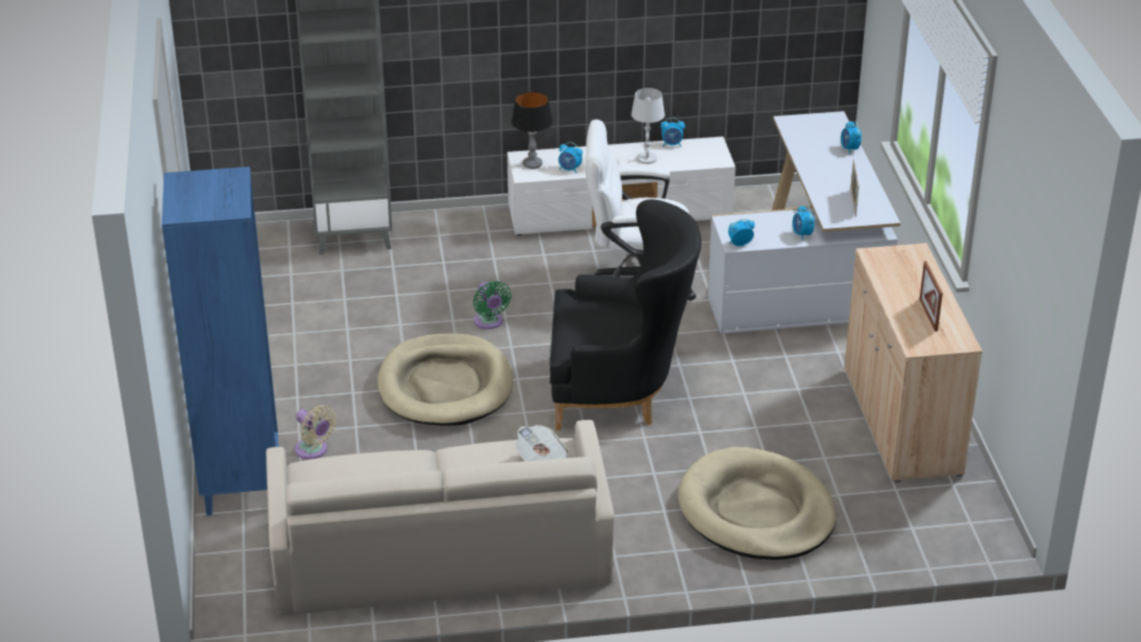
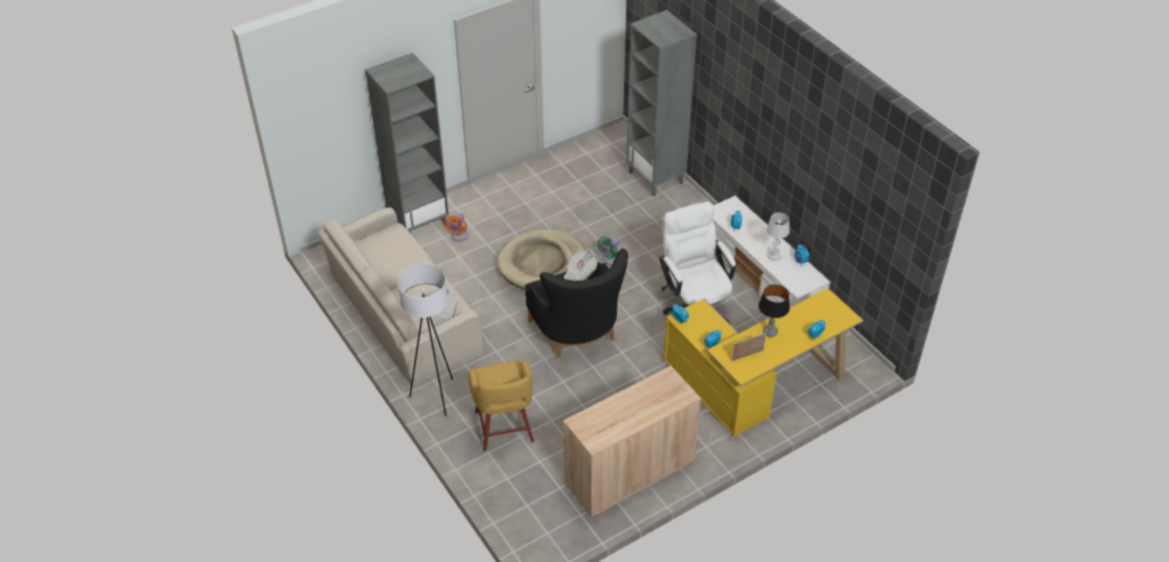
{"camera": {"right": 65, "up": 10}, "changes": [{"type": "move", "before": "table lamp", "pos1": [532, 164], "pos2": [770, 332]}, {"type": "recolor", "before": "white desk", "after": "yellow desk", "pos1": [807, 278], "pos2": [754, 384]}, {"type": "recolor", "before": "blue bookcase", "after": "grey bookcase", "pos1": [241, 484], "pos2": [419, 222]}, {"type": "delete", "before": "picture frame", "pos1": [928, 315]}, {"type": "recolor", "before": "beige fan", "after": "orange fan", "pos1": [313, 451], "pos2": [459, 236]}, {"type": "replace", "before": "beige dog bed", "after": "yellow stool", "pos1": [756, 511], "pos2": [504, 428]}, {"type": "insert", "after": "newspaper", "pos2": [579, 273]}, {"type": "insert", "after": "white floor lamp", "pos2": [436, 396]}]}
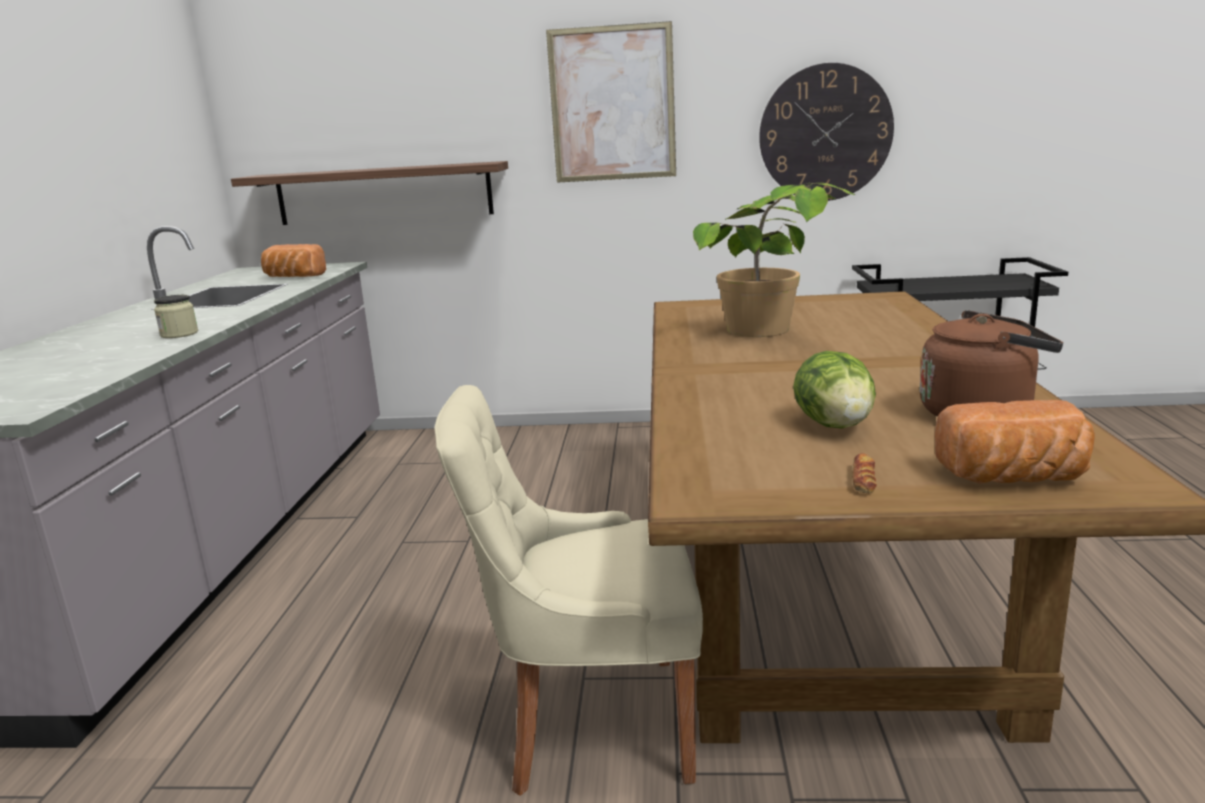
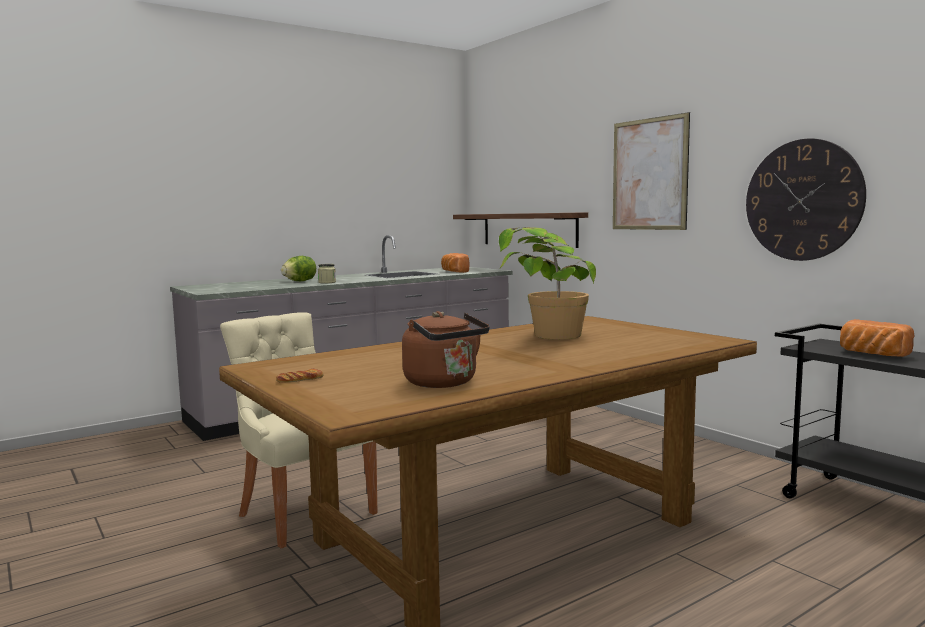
{"camera": {"right": 50, "up": -10}, "changes": [{"type": "move", "before": "lettuce", "pos1": [835, 425], "pos2": [299, 281]}, {"type": "move", "before": "bread", "pos1": [1014, 479], "pos2": [871, 354]}]}
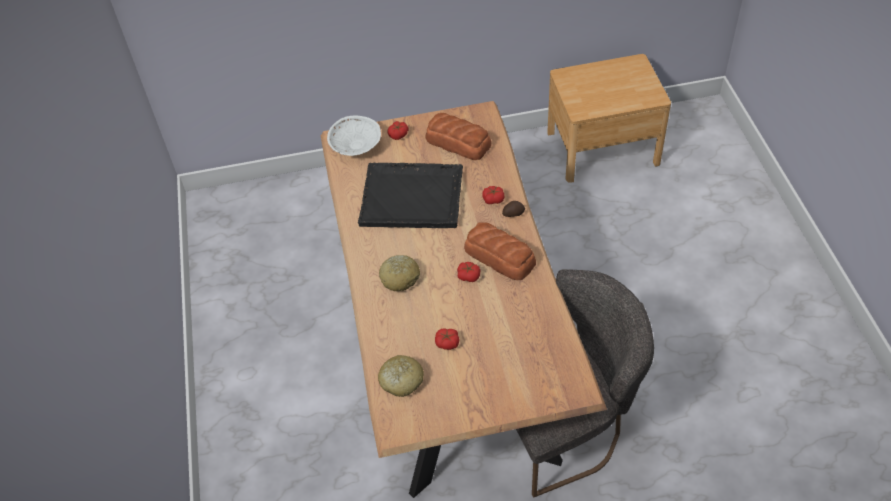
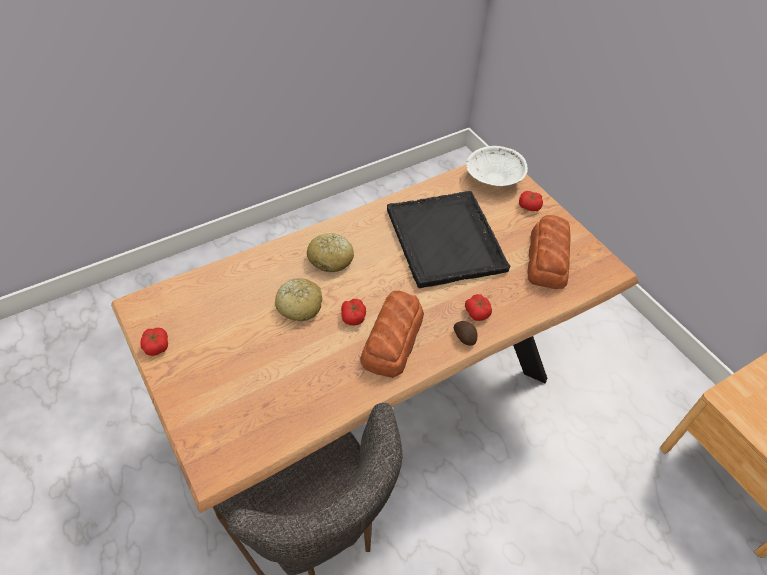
{"camera": {"right": 65, "up": 0}, "changes": [{"type": "move", "before": "tomato", "pos1": [447, 343], "pos2": [156, 346]}, {"type": "move", "before": "bread", "pos1": [401, 380], "pos2": [299, 305]}]}
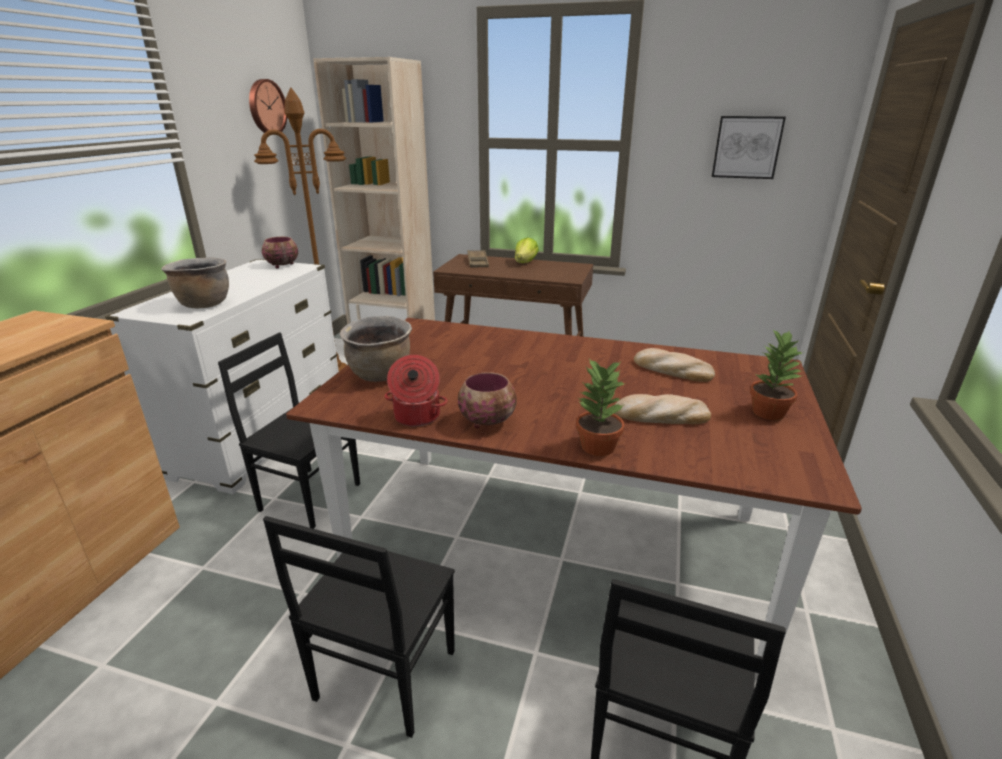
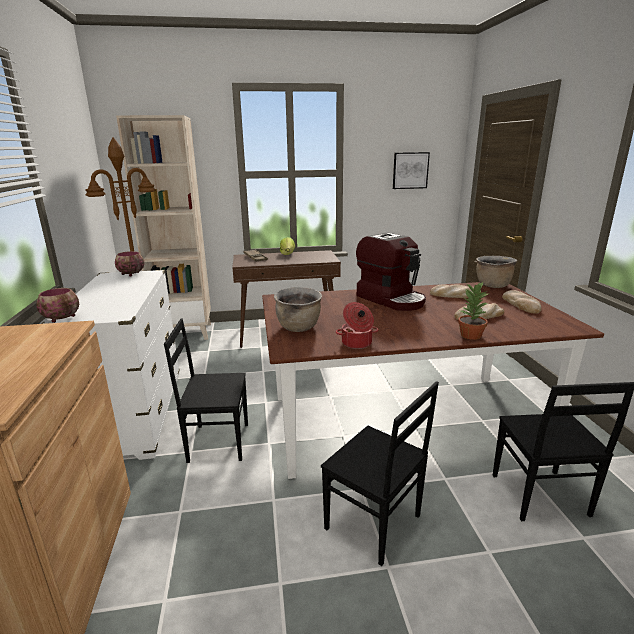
{"camera": {"right": -25, "up": -5}, "changes": [{"type": "delete", "before": "wall clock", "pos1": [266, 107]}, {"type": "move", "before": "brown cooking pot", "pos1": [204, 304], "pos2": [492, 285]}, {"type": "replace", "before": "potted plant", "after": "bread", "pos1": [768, 412], "pos2": [521, 305]}, {"type": "move", "before": "bowl", "pos1": [488, 421], "pos2": [63, 318]}, {"type": "rotate", "before": "black chair", "pos1": [383, 676], "pos2": [373, 524], "turn": -45}, {"type": "insert", "after": "coffee machine", "pos2": [391, 299]}]}
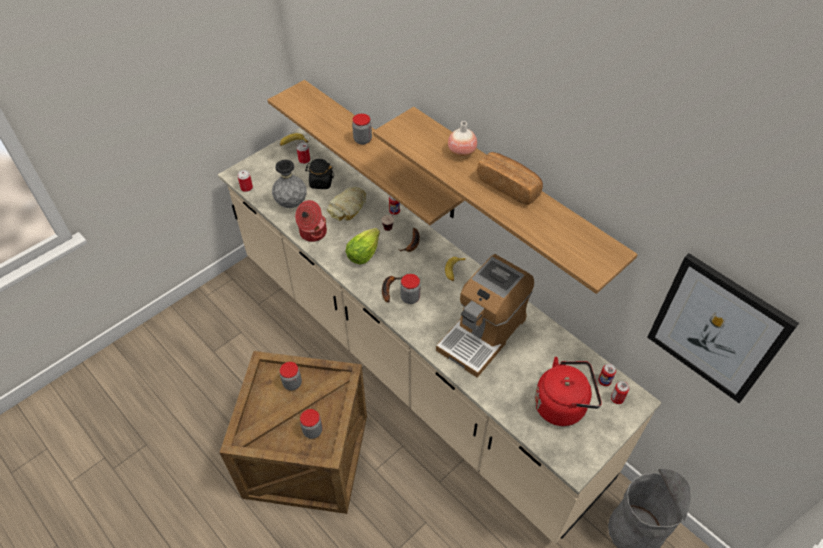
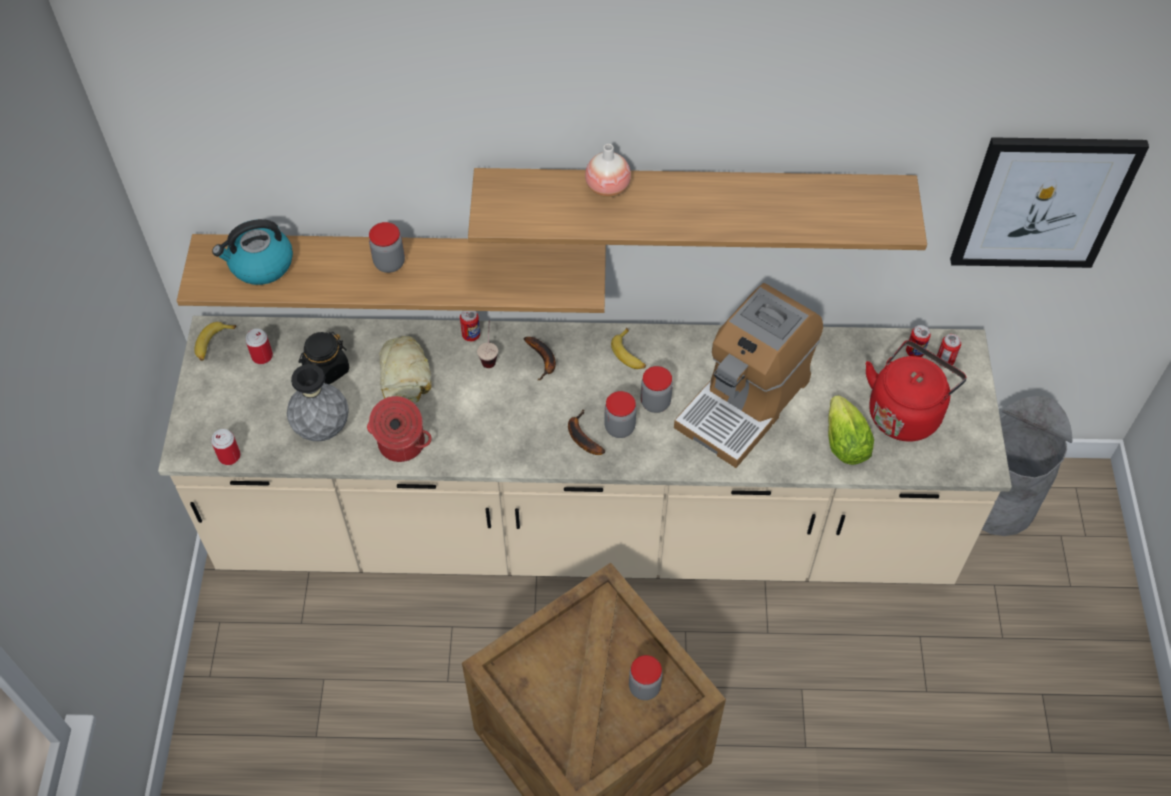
{"camera": {"right": -45, "up": 5}, "changes": [{"type": "delete", "before": "bread", "pos1": [509, 186]}, {"type": "move", "before": "lettuce", "pos1": [363, 254], "pos2": [844, 444]}, {"type": "rotate", "before": "coffee machine", "pos1": [483, 333], "pos2": [744, 402], "turn": 45}, {"type": "move", "before": "jar", "pos1": [292, 383], "pos2": [655, 402]}, {"type": "insert", "after": "kettle", "pos2": [260, 265]}]}
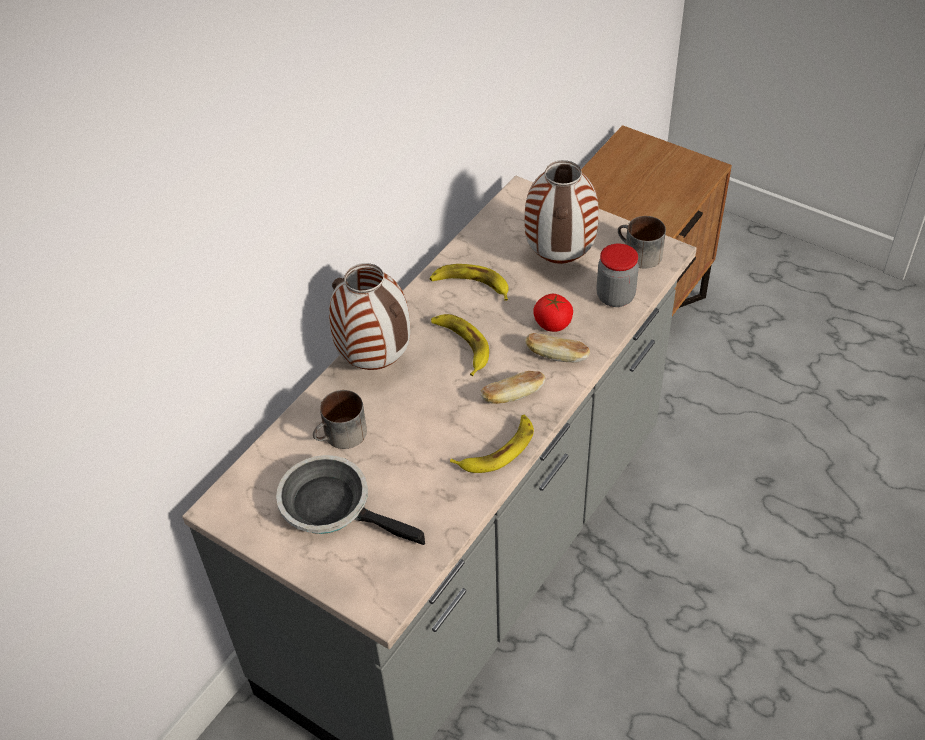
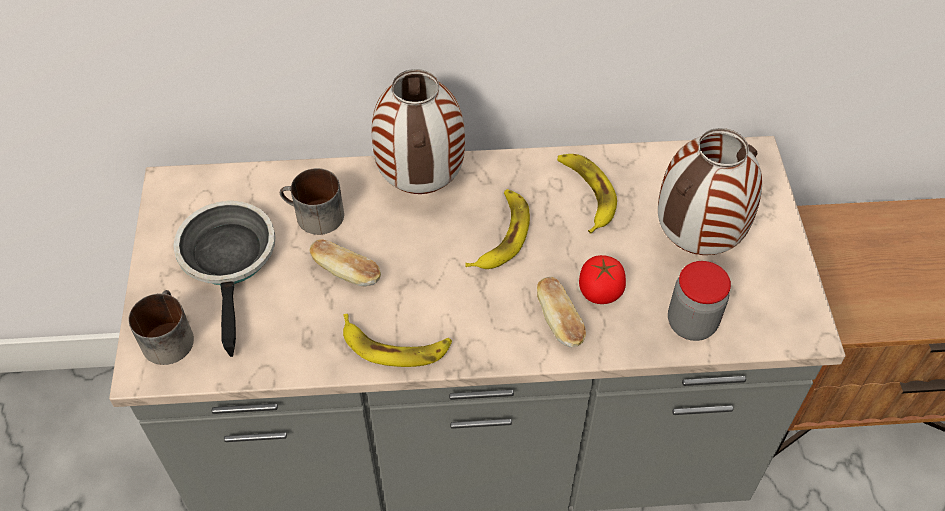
{"camera": {"right": 50, "up": 5}, "changes": [{"type": "move", "before": "mug", "pos1": [637, 254], "pos2": [166, 336]}, {"type": "move", "before": "bread", "pos1": [512, 396], "pos2": [346, 272]}]}
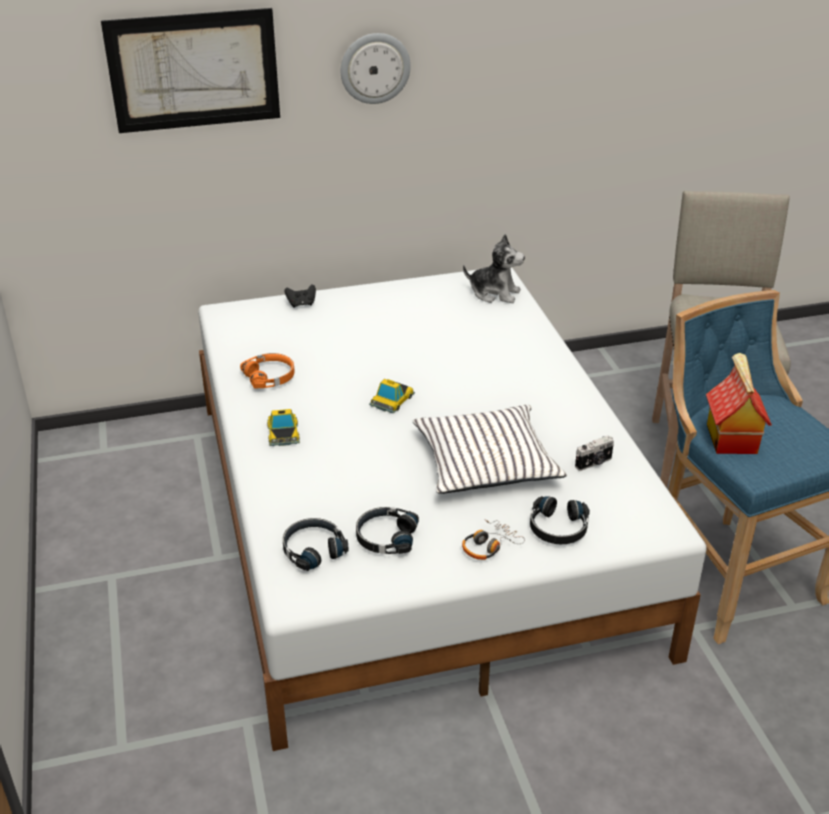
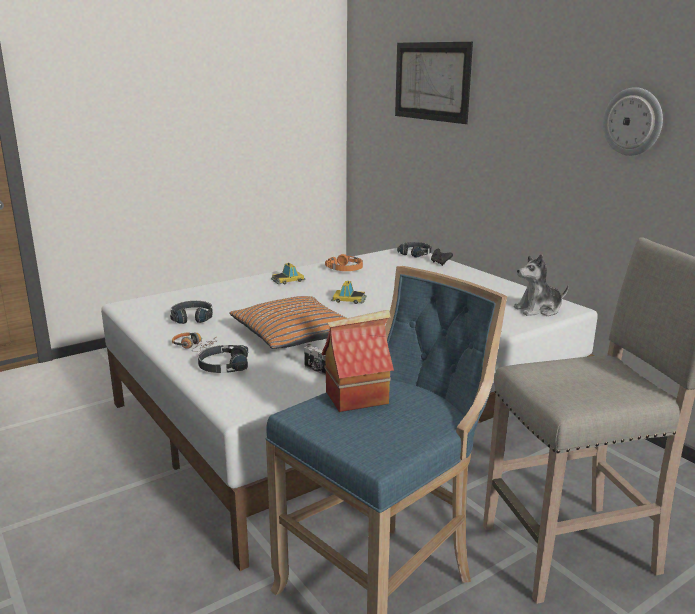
{"camera": {"right": 70, "up": -15}, "changes": [{"type": "move", "before": "wall clock", "pos1": [375, 68], "pos2": [633, 121]}, {"type": "rotate", "before": "plush toy", "pos1": [494, 293], "pos2": [538, 310], "turn": 75}, {"type": "recolor", "before": "white pillow", "after": "orange pillow", "pos1": [485, 461], "pos2": [294, 334]}, {"type": "move", "before": "black headphones", "pos1": [313, 549], "pos2": [415, 253]}]}
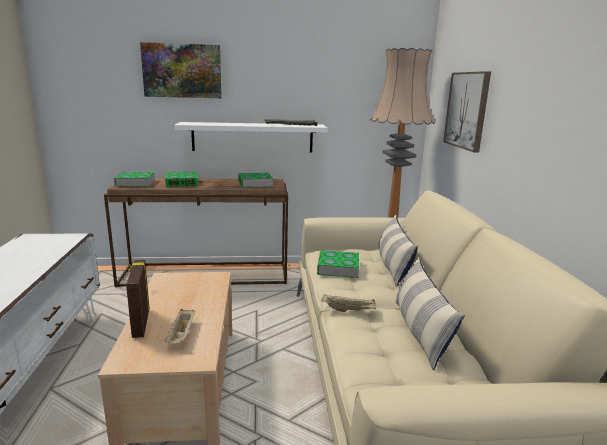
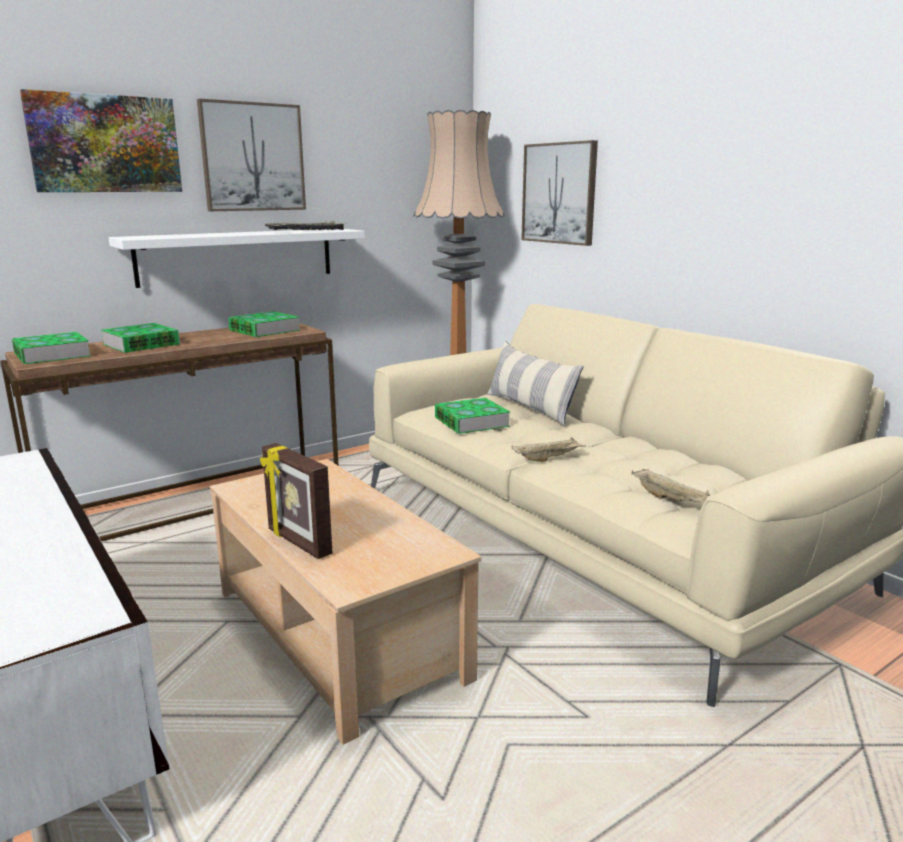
{"camera": {"right": -30, "up": 0}, "changes": [{"type": "delete", "before": "pillow", "pos1": [420, 331]}, {"type": "move", "before": "beige tray", "pos1": [182, 335], "pos2": [669, 499]}, {"type": "insert", "after": "picture", "pos2": [253, 157]}]}
